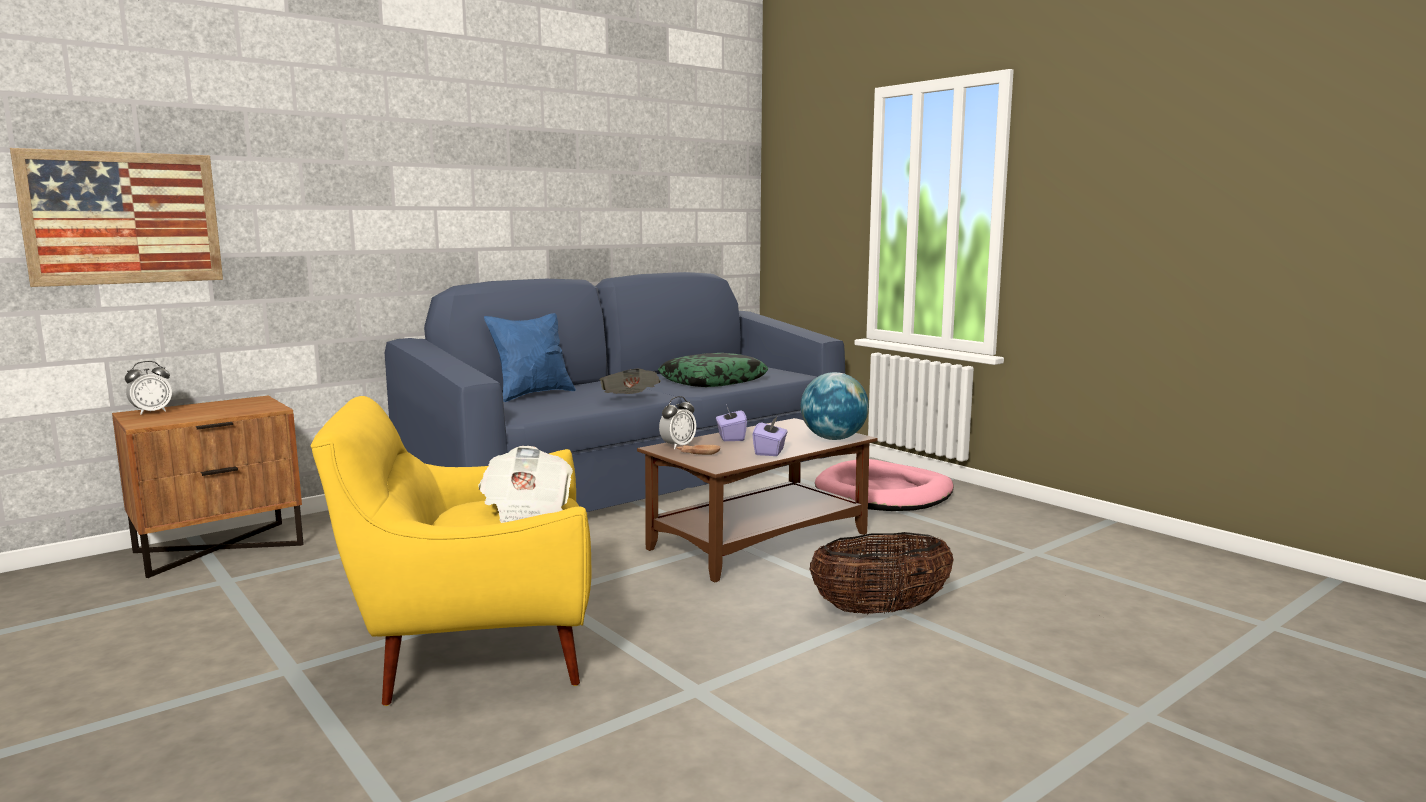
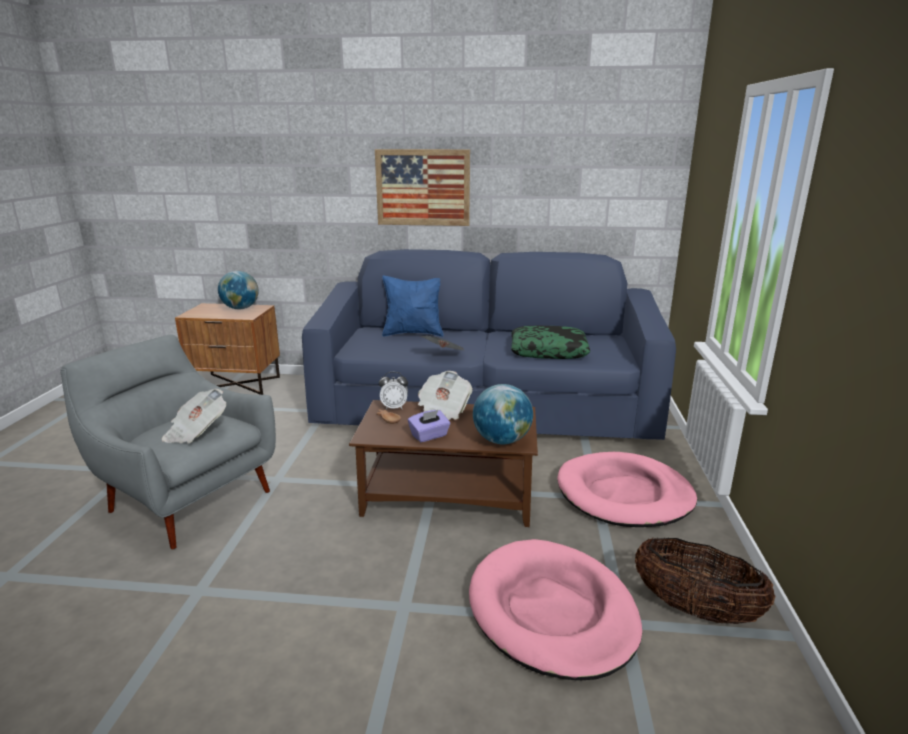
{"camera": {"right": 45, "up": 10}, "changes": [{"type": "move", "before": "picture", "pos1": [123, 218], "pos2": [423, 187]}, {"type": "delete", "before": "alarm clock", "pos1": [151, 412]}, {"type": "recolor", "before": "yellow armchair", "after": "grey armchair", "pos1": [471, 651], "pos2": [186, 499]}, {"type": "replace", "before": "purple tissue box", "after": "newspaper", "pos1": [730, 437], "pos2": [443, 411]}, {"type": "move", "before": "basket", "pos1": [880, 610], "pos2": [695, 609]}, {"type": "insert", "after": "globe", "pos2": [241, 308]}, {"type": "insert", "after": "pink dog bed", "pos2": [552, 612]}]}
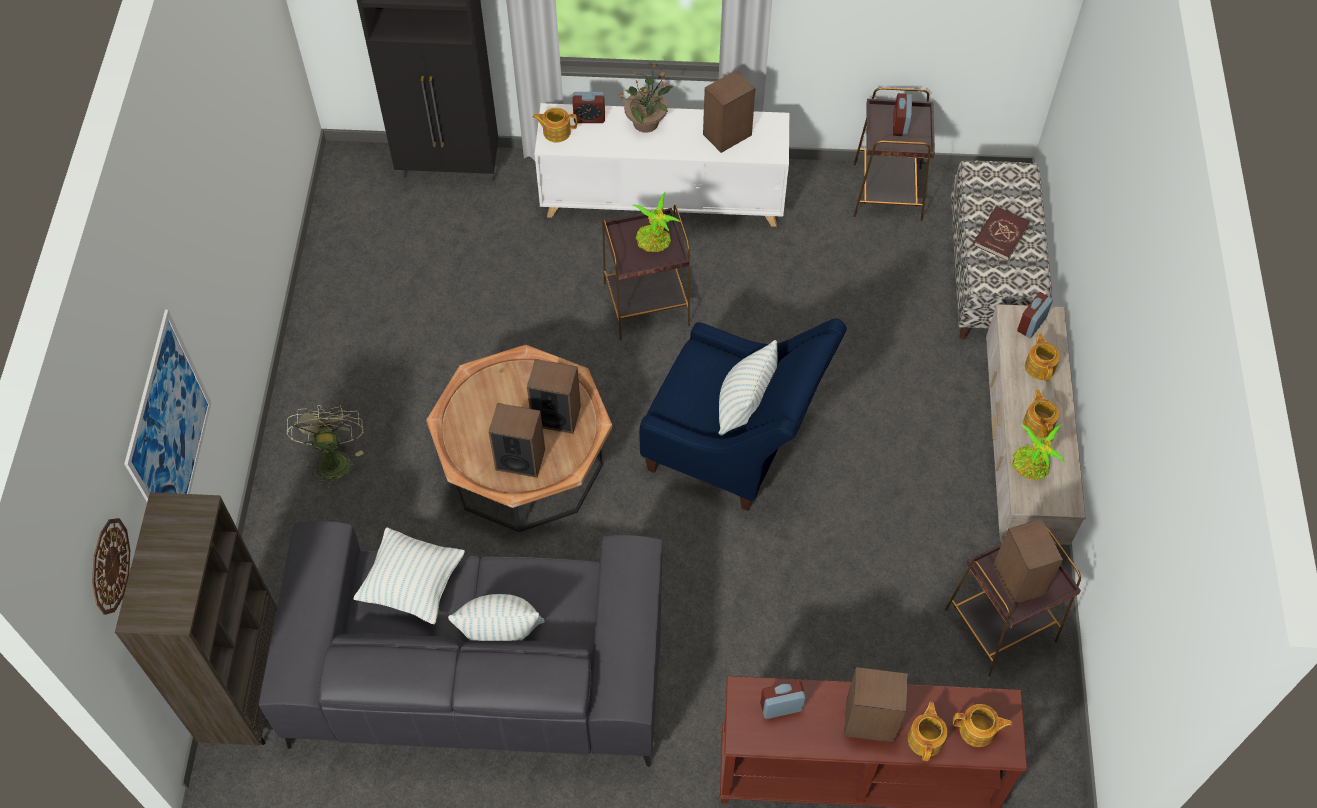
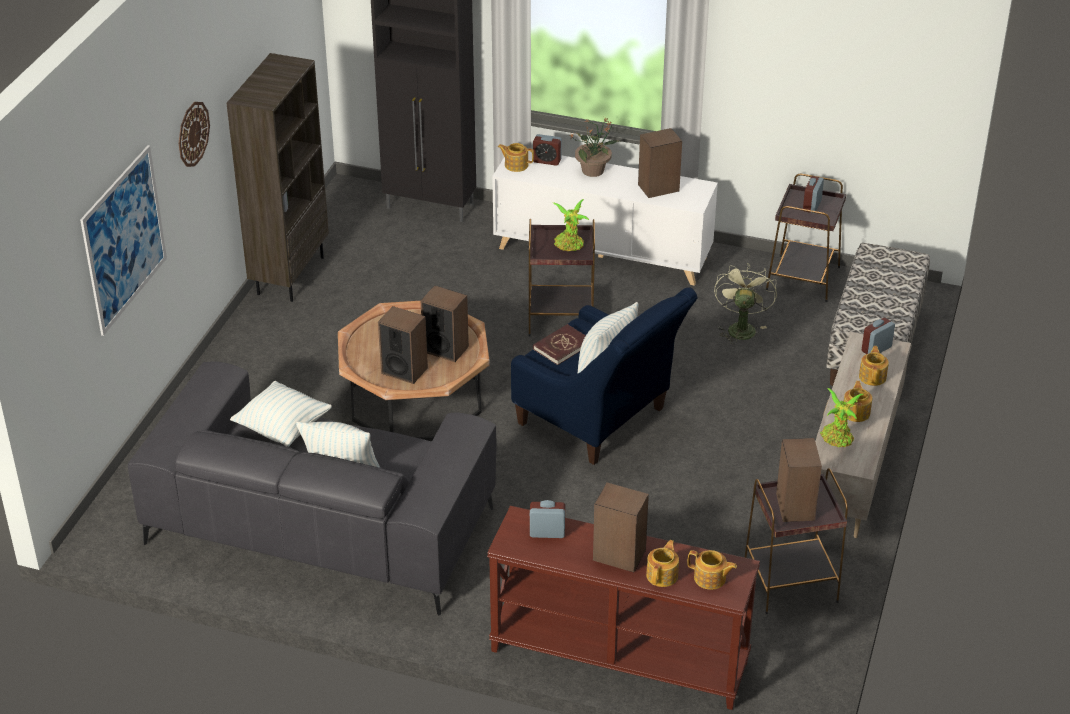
{"camera": {"right": 15, "up": -20}, "changes": [{"type": "move", "before": "red book", "pos1": [1000, 235], "pos2": [562, 346]}, {"type": "move", "before": "green fan", "pos1": [332, 459], "pos2": [741, 327]}, {"type": "move", "before": "brown bookcase", "pos1": [247, 691], "pos2": [290, 275]}, {"type": "move", "before": "wall clock", "pos1": [109, 565], "pos2": [193, 134]}]}
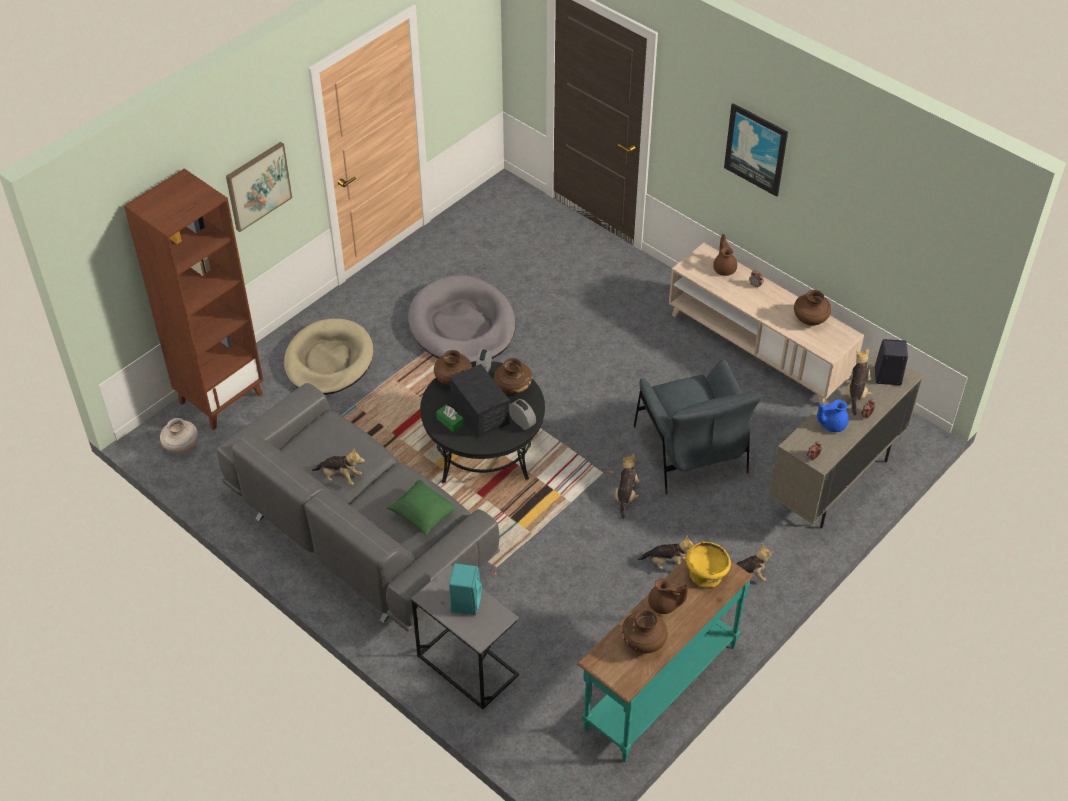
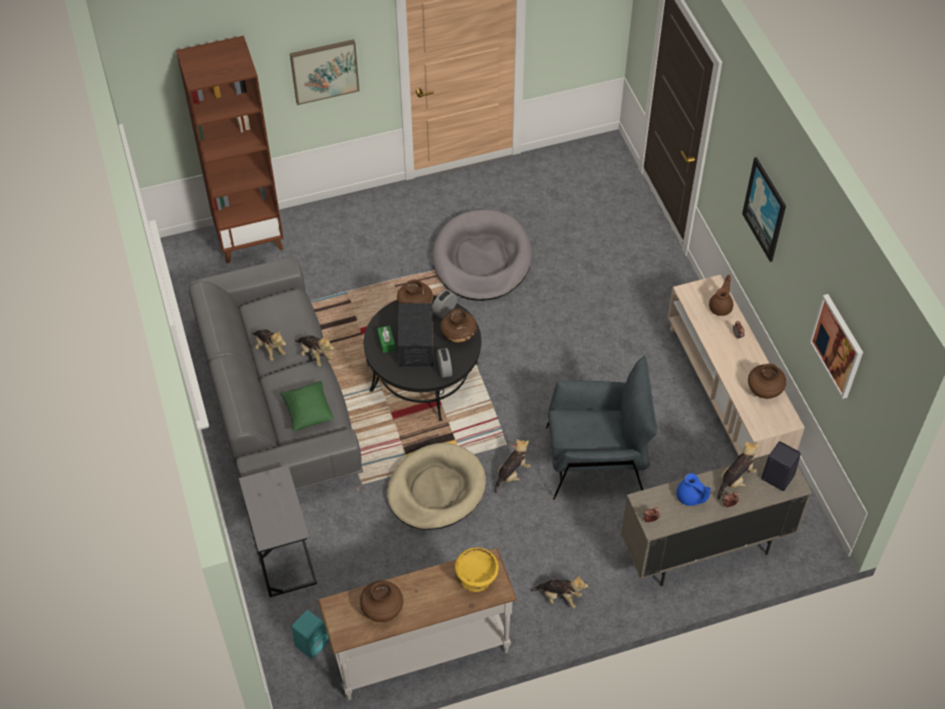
{"camera": {"right": 30, "up": 5}, "changes": [{"type": "move", "before": "beige dog bed", "pos1": [329, 360], "pos2": [436, 489]}, {"type": "rotate", "before": "grey armchair", "pos1": [690, 451], "pos2": [596, 460], "turn": -105}, {"type": "rotate", "before": "blue teapot", "pos1": [831, 424], "pos2": [690, 497], "turn": -150}, {"type": "delete", "before": "beige vase", "pos1": [181, 446]}, {"type": "move", "before": "plush toy", "pos1": [667, 564], "pos2": [315, 355]}, {"type": "recolor", "before": "turquoise console table", "after": "white console table", "pos1": [659, 686], "pos2": [421, 652]}, {"type": "move", "before": "turquoise speaker", "pos1": [465, 601], "pos2": [312, 642]}, {"type": "delete", "before": "brown teapot", "pos1": [664, 605]}, {"type": "insert", "after": "picture", "pos2": [837, 346]}]}
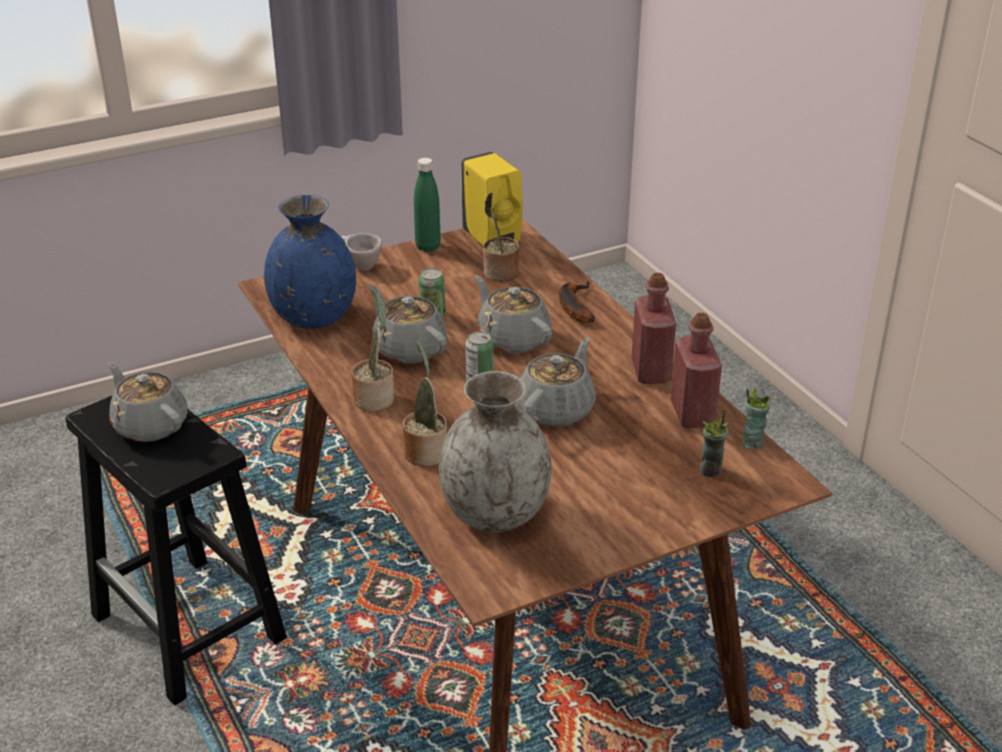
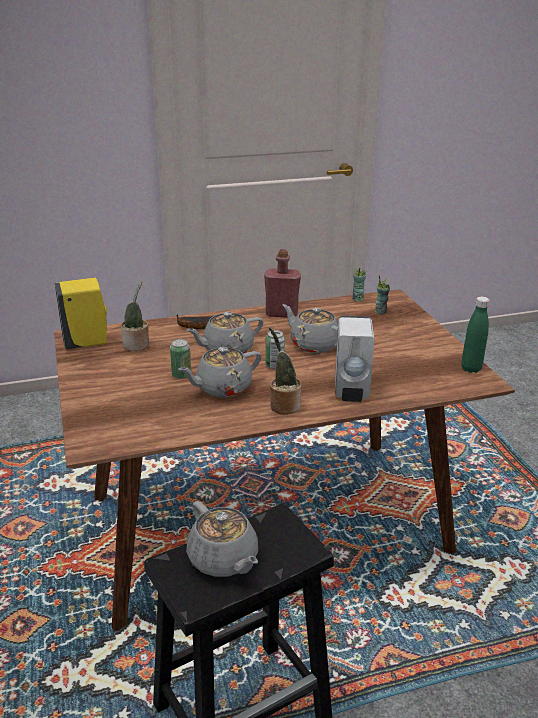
{"camera": {"right": -80, "up": -5}, "changes": [{"type": "move", "before": "green bottle", "pos1": [428, 247], "pos2": [471, 368]}, {"type": "delete", "before": "blue vase", "pos1": [313, 317]}, {"type": "delete", "before": "beige cup", "pos1": [359, 266]}, {"type": "delete", "before": "red bottle", "pos1": [692, 414]}, {"type": "replace", "before": "potted plant", "after": "white soap dispenser", "pos1": [425, 451], "pos2": [351, 391]}, {"type": "rotate", "before": "grey teapot", "pos1": [150, 425], "pos2": [223, 559], "turn": -90}, {"type": "delete", "before": "grey vase", "pos1": [494, 514]}]}
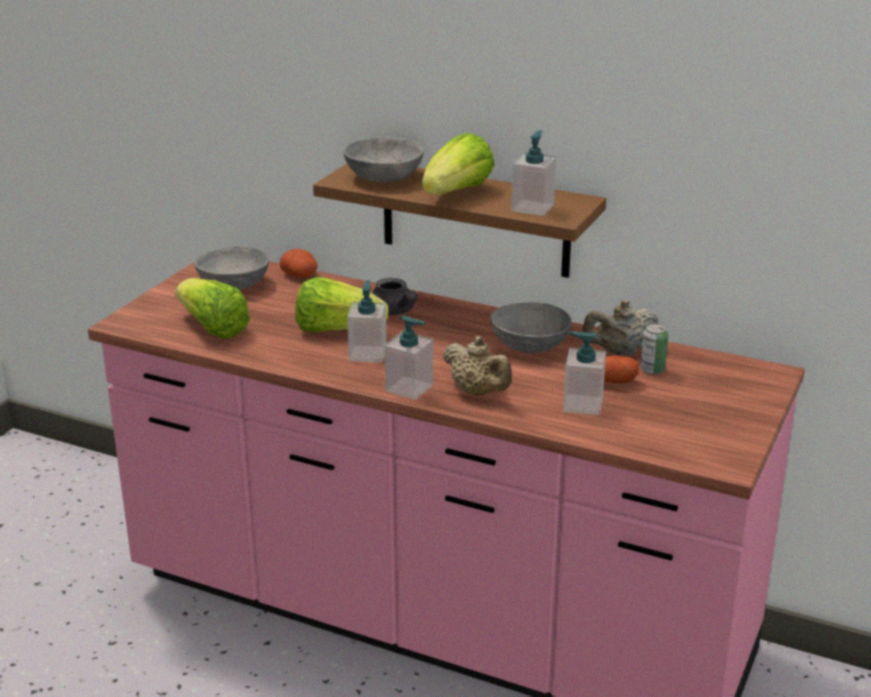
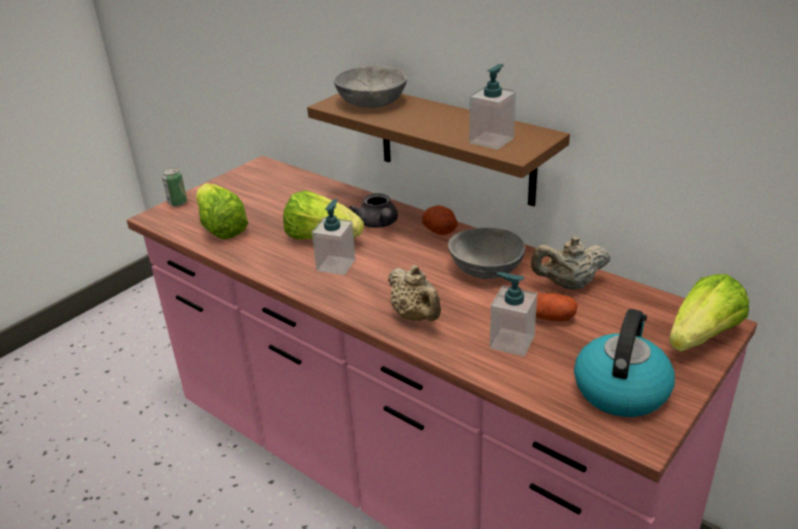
{"camera": {"right": 15, "up": 5}, "changes": [{"type": "move", "before": "lettuce", "pos1": [457, 193], "pos2": [702, 337]}, {"type": "delete", "before": "grey bowl", "pos1": [233, 285]}, {"type": "move", "before": "potato", "pos1": [300, 275], "pos2": [441, 231]}, {"type": "delete", "before": "soap dispenser", "pos1": [409, 388]}, {"type": "move", "before": "can", "pos1": [652, 370], "pos2": [177, 203]}, {"type": "insert", "after": "kettle", "pos2": [620, 389]}]}
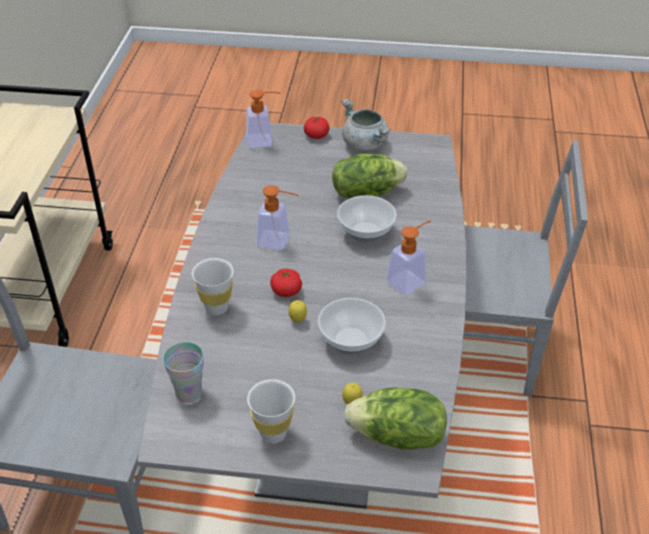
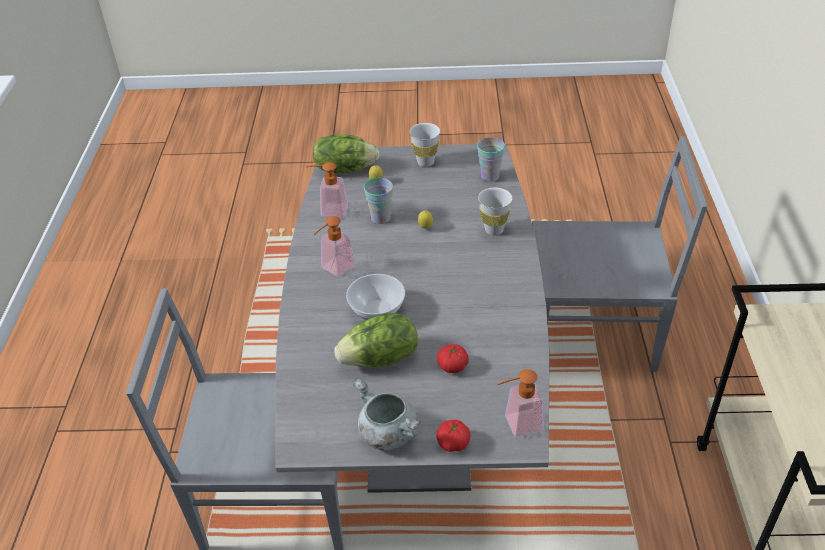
{"camera": {"right": 175, "up": 0}, "changes": [{"type": "move", "before": "soap dispenser", "pos1": [279, 241], "pos2": [329, 211]}, {"type": "move", "before": "tomato", "pos1": [286, 291], "pos2": [452, 366]}, {"type": "replace", "before": "bowl", "after": "cup", "pos1": [351, 341], "pos2": [380, 218]}]}
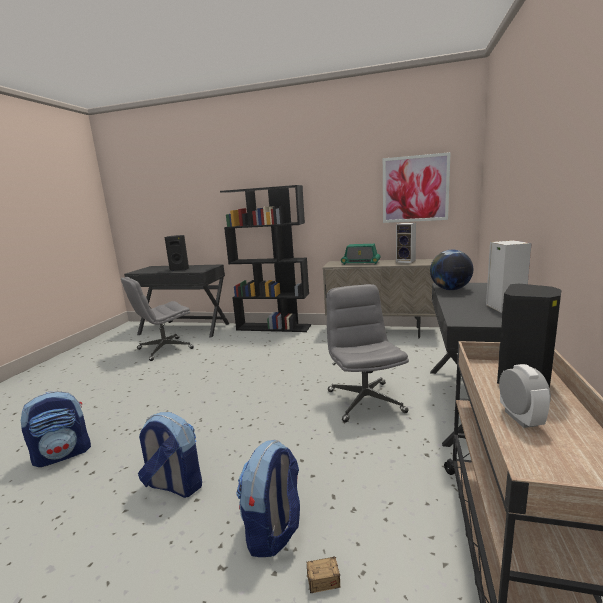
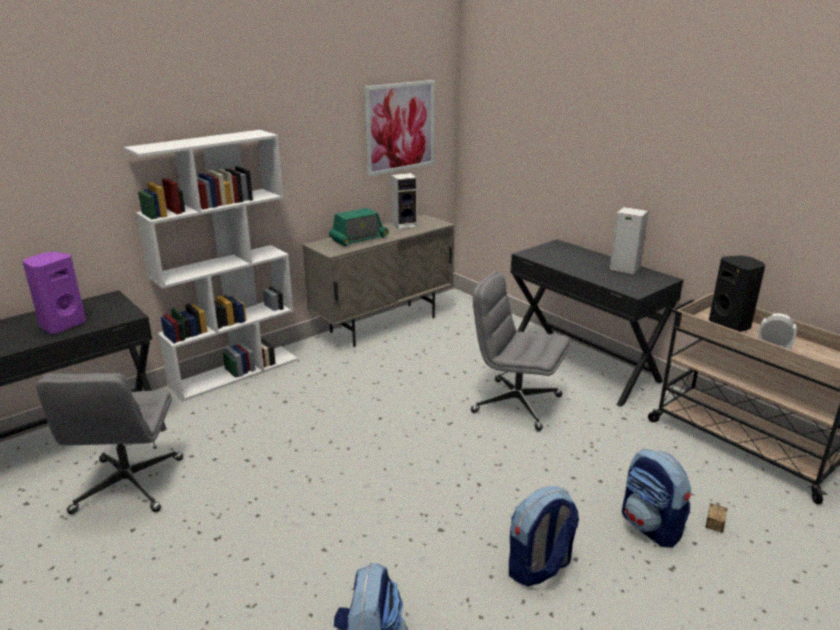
{"camera": {"right": -55, "up": 10}, "changes": [{"type": "recolor", "before": "black bookcase", "after": "white bookcase", "pos1": [274, 327], "pos2": [235, 372]}, {"type": "recolor", "before": "black speaker", "after": "purple speaker", "pos1": [180, 269], "pos2": [62, 325]}, {"type": "delete", "before": "globe", "pos1": [450, 289]}]}
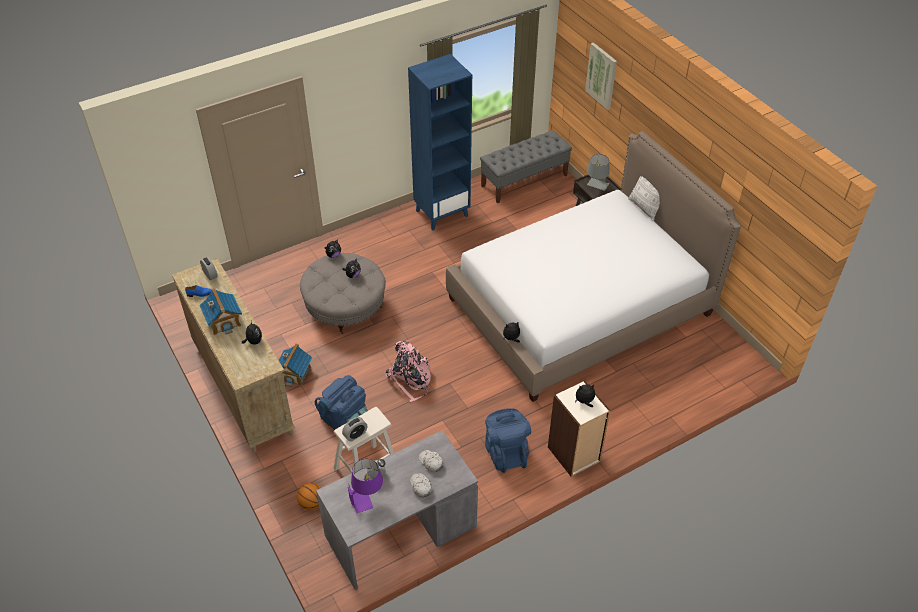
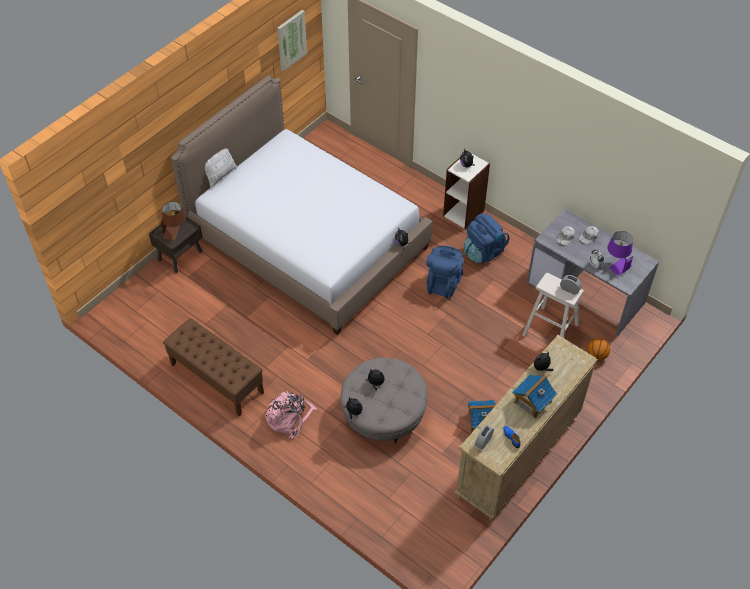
{"camera": {"right": -110, "up": 5}, "changes": [{"type": "move", "before": "picture", "pos1": [601, 76], "pos2": [291, 40]}, {"type": "replace", "before": "blue bookcase", "after": "brown bench", "pos1": [442, 213], "pos2": [216, 378]}, {"type": "delete", "before": "grey bench", "pos1": [524, 180]}, {"type": "recolor", "before": "grey table lamp", "after": "brown table lamp", "pos1": [596, 186], "pos2": [175, 232]}, {"type": "move", "before": "pink backpack", "pos1": [411, 379], "pos2": [289, 418]}, {"type": "move", "before": "blue backpack", "pos1": [345, 420], "pos2": [443, 283]}]}
